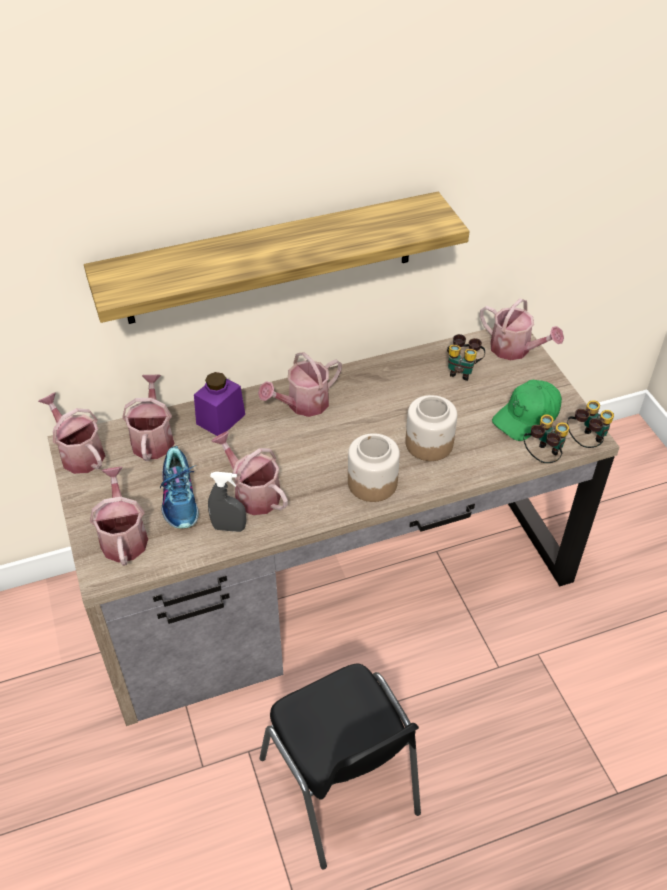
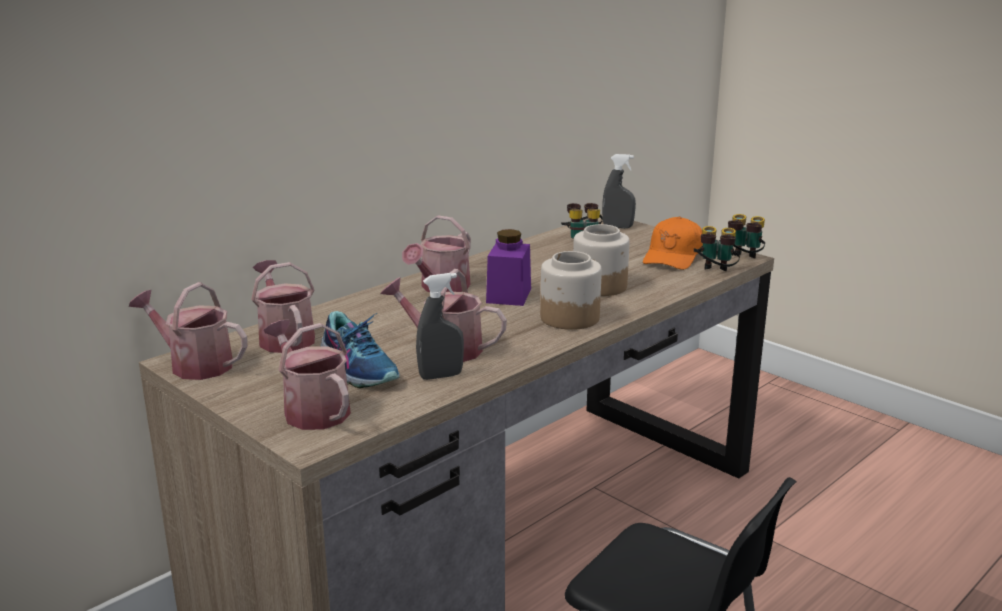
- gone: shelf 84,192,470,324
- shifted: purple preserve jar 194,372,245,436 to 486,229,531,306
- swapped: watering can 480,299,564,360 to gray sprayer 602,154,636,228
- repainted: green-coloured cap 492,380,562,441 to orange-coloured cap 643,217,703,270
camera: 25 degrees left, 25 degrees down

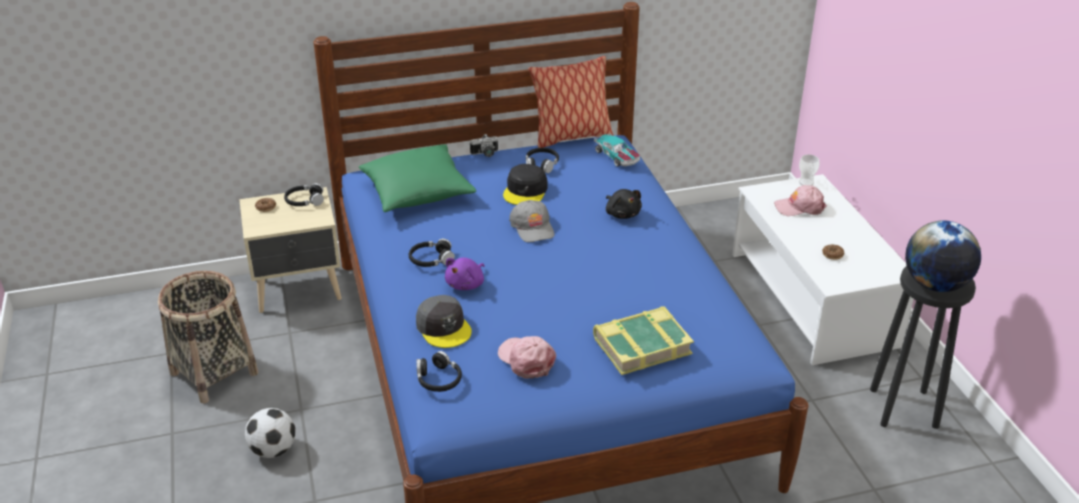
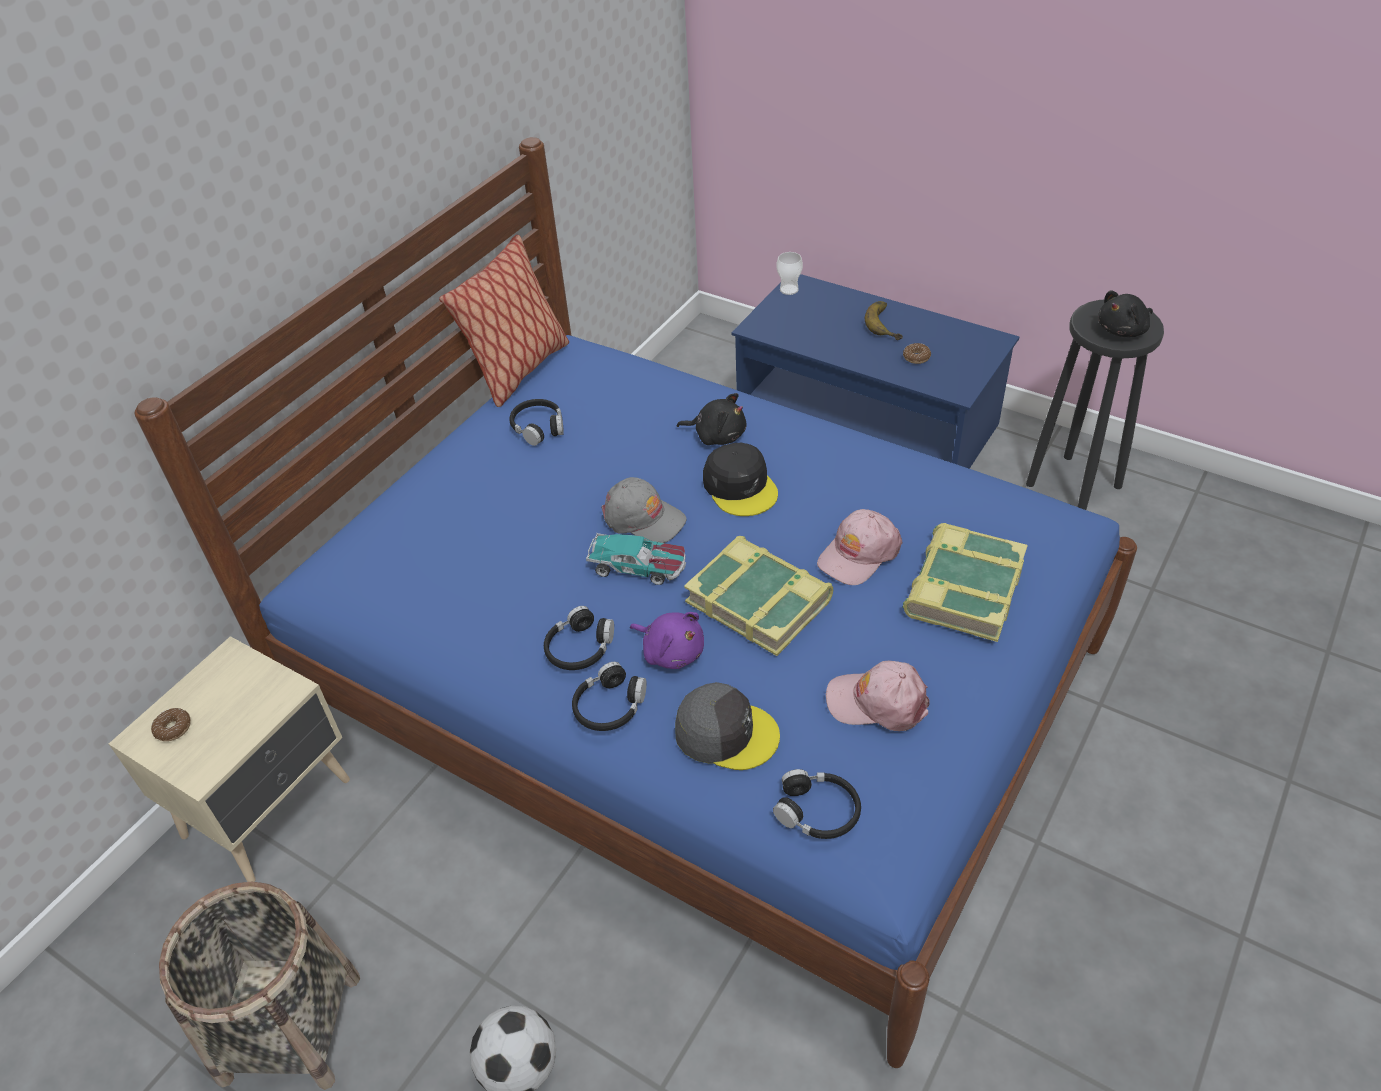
- shifted: blackish headphones 284,183,324,206 to 572,662,647,731
- gone: green-coloured throw pillow 359,144,476,212
- rotated: purple soft toy 445,258,485,290 = 630,612,704,669 45 degrees counterclockwise
- gone: still camera 470,134,498,157
- shifted: blackish cap 503,164,548,205 to 703,443,778,516
- shifted: miniature car 594,133,640,167 to 586,533,686,585
- repainted: whitish coffee table 732,174,913,365 to blue coffee table 732,274,1019,469
- shifted: pink-coloured cap 774,185,827,216 to 817,509,903,585
- swapped: globe 905,220,981,292 to blackish soft toy 1098,290,1153,337
- new: book 684,536,833,656
- new: banana 865,301,903,340
camera: 40 degrees left, 10 degrees up

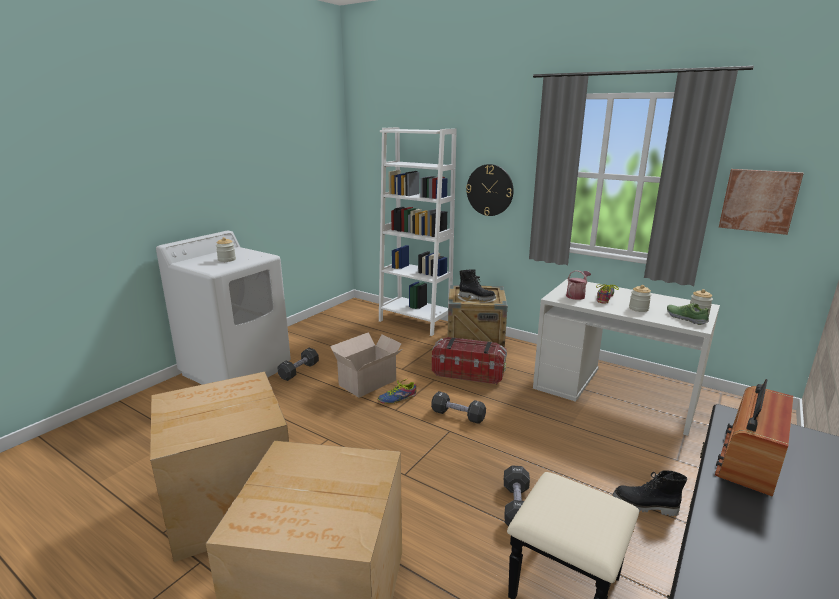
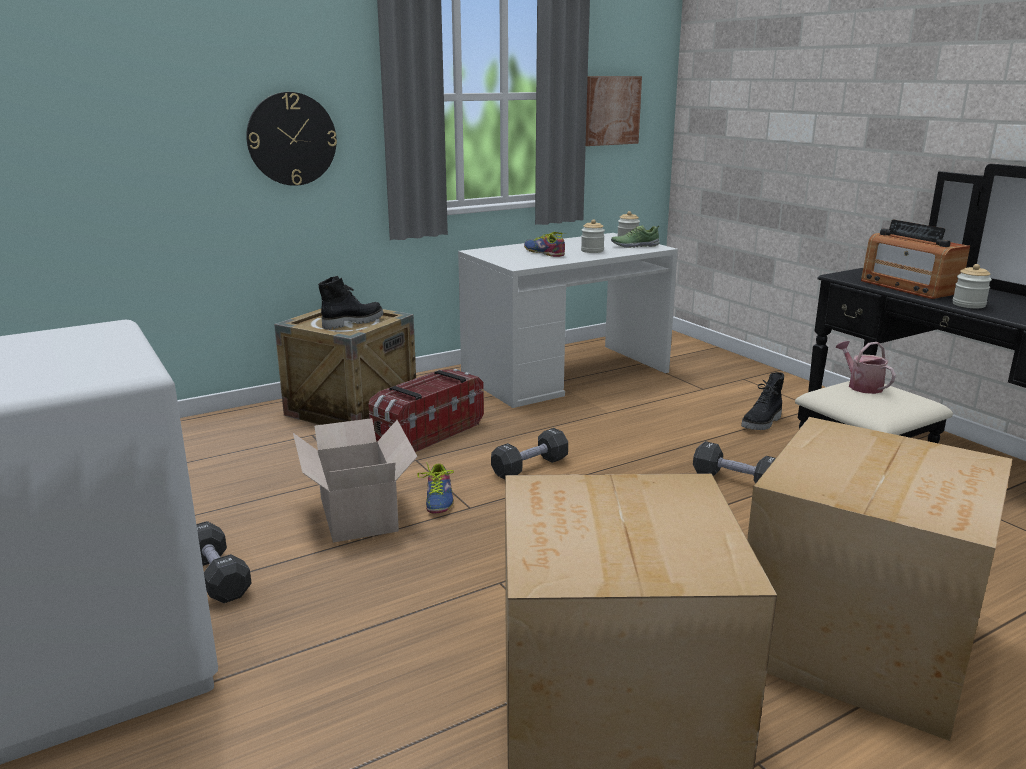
- shifted: preserve jar 216,237,236,262 to 953,264,992,308
- gone: whitish bookshelf 379,127,457,336
- shifted: watering can 566,270,591,300 to 835,341,896,394
camera: 65 degrees left, 0 degrees up

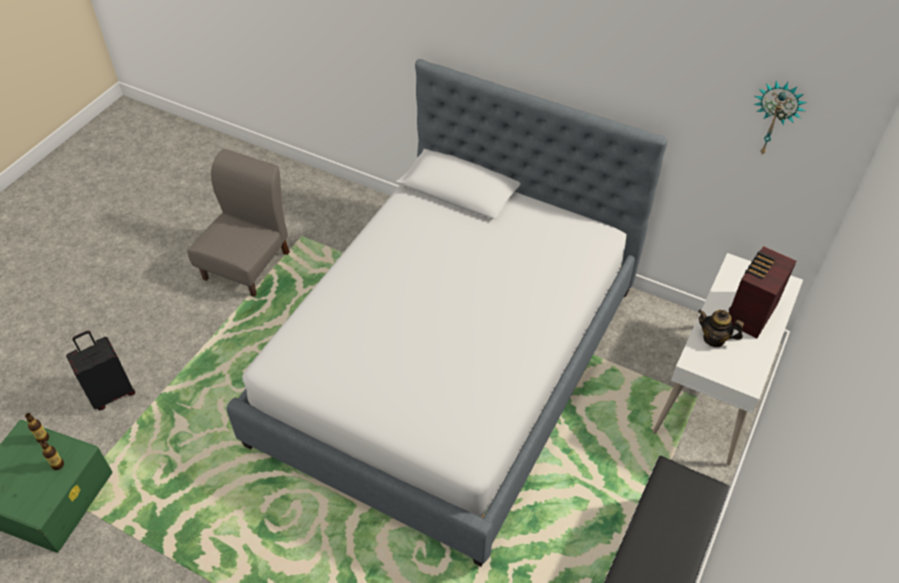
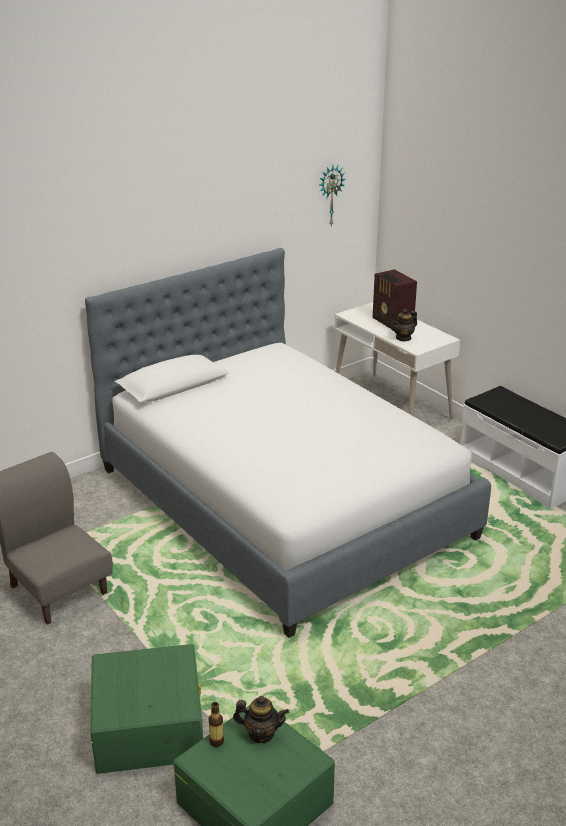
- swapped: beverage bottle 40,440,64,470 to tea pot 233,696,289,743
- swapped: blackish piece of luggage 66,331,135,410 to green-coloured storage container 90,644,203,774
camera: 65 degrees left, 20 degrees down

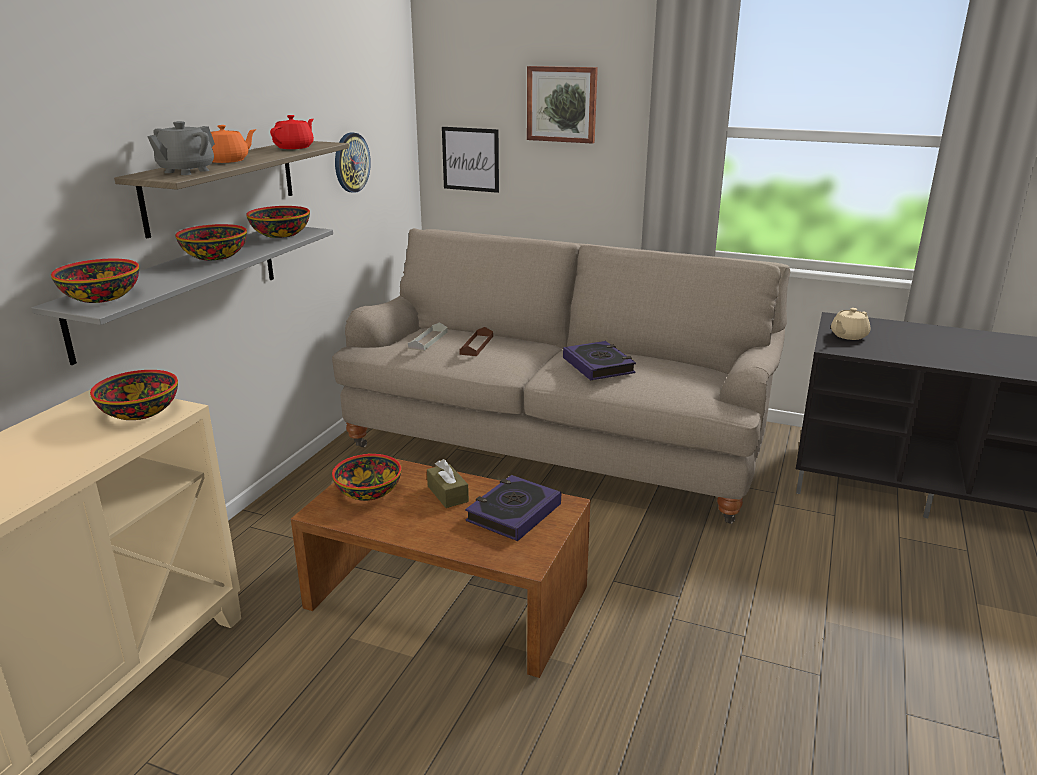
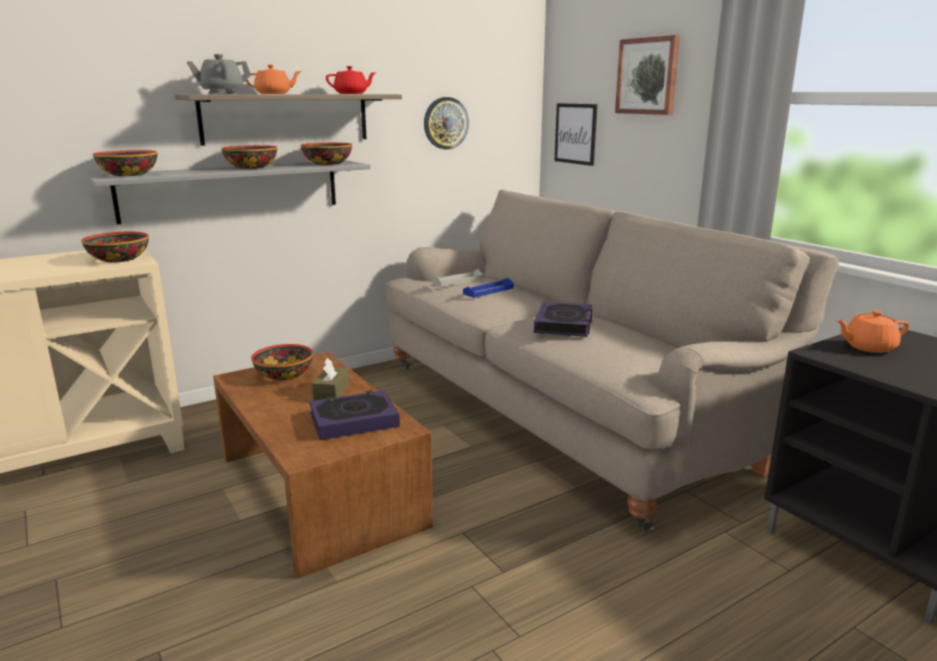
- repainted: brown-coloured tray 459,327,493,356 to blue tray 463,278,514,298
- repainted: beige-coloured tea pot 831,308,870,340 to orange-coloured tea pot 836,310,909,353
camera: 35 degrees right, 5 degrees down

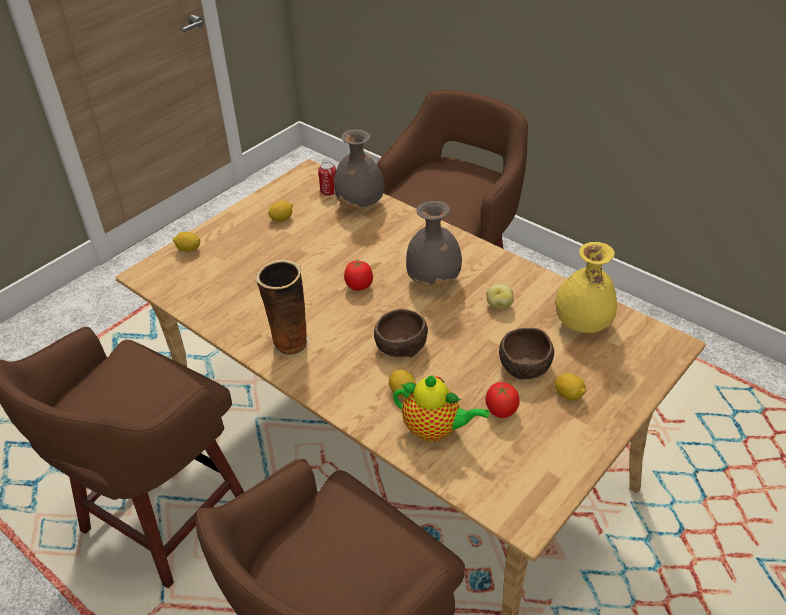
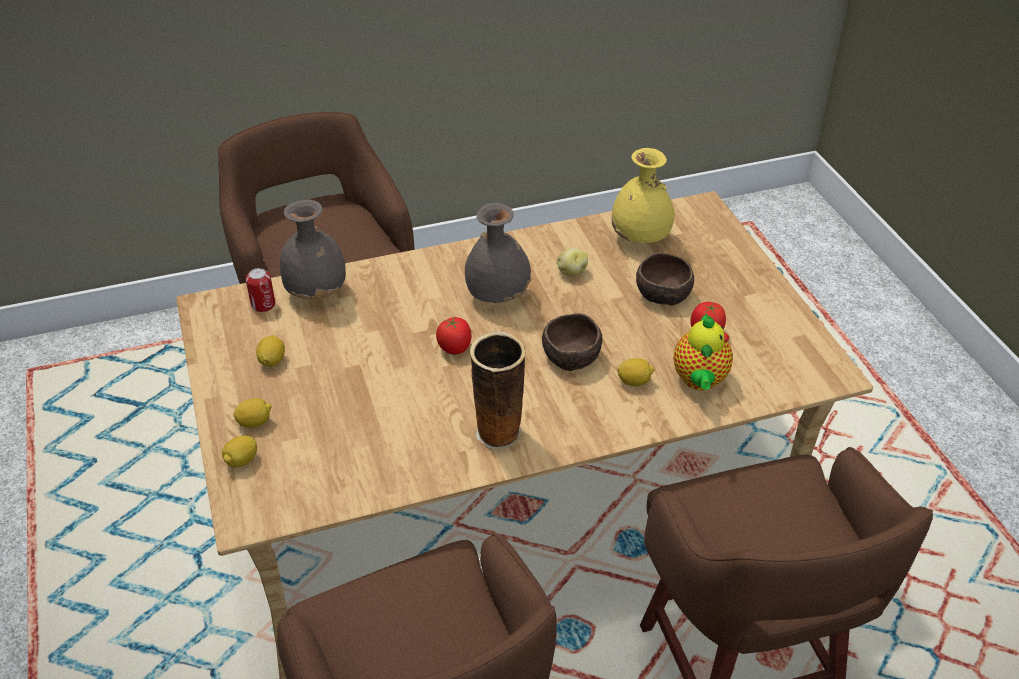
- rotated: tea pot 393,375,489,442 = 673,313,733,391 135 degrees clockwise
- shifted: citrus fruit 555,373,586,400 to 233,398,272,428
camera: 60 degrees left, 0 degrees up

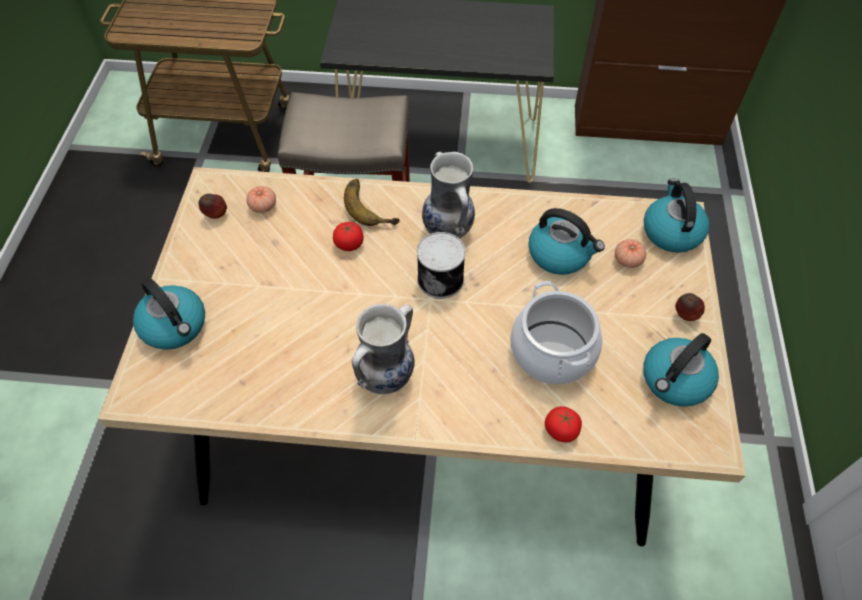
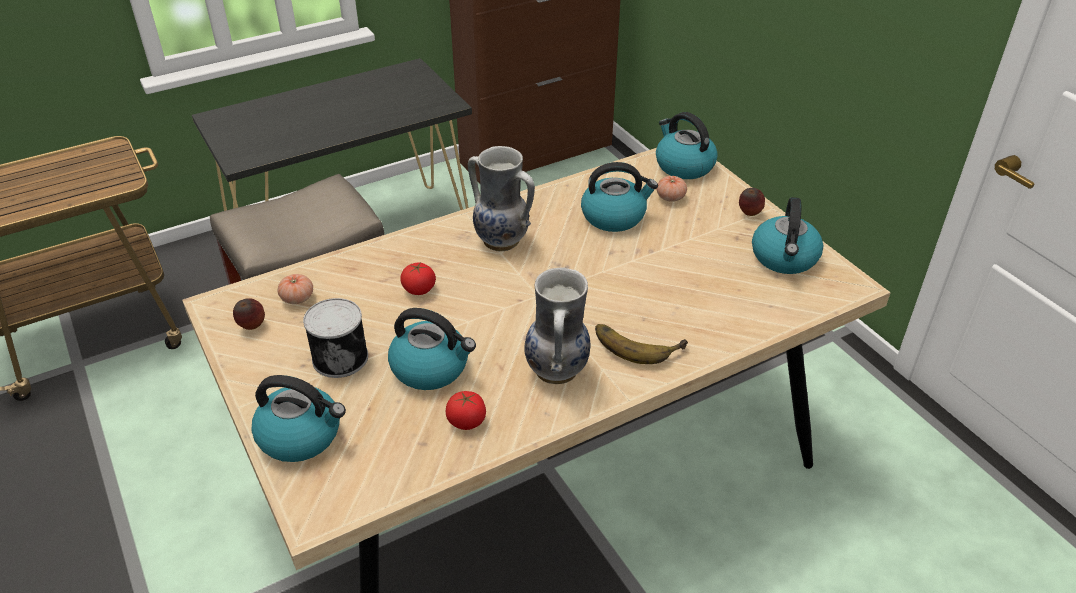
- shifted: banana 344,179,400,226 to 595,324,688,364
- shifted: metal can 417,232,466,299 to 303,298,368,378
- gone: cooking pot 510,281,602,385
- shifted: whole tomato 545,406,582,442 to 446,391,486,430
- new: water kettle 388,308,476,390
camera: 35 degrees left, 15 degrees down

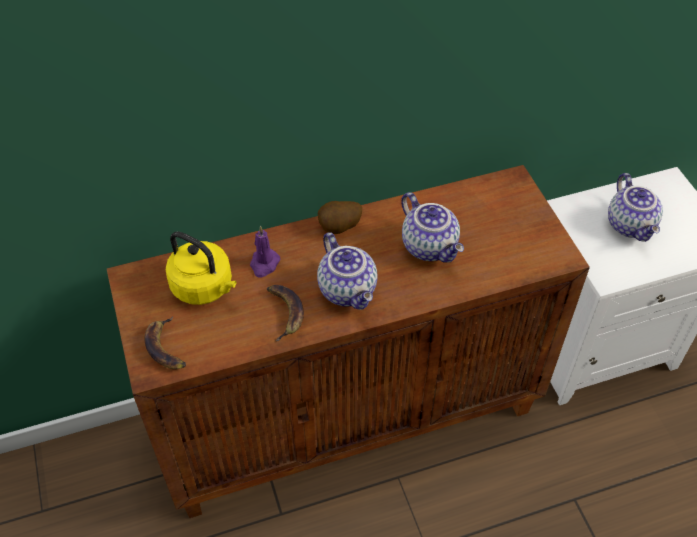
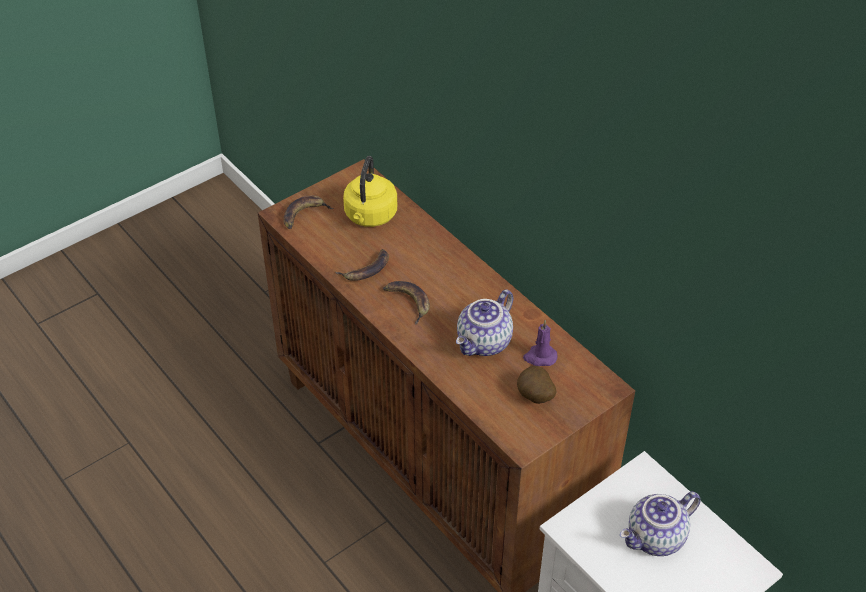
- shifted: purple wax candle 250,226,281,277 to 523,320,557,366
- swapped: tea pot 317,232,378,310 to banana 383,281,430,325
- shifted: potato 318,201,362,234 to 517,366,556,404
camera: 70 degrees right, 5 degrees down

